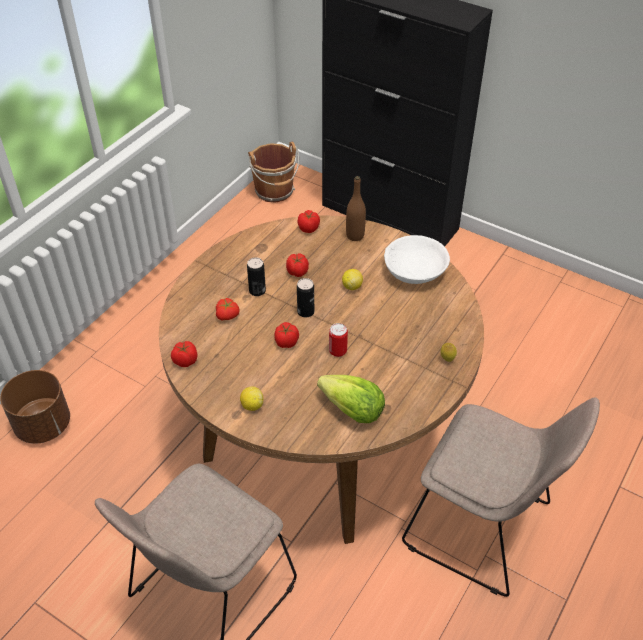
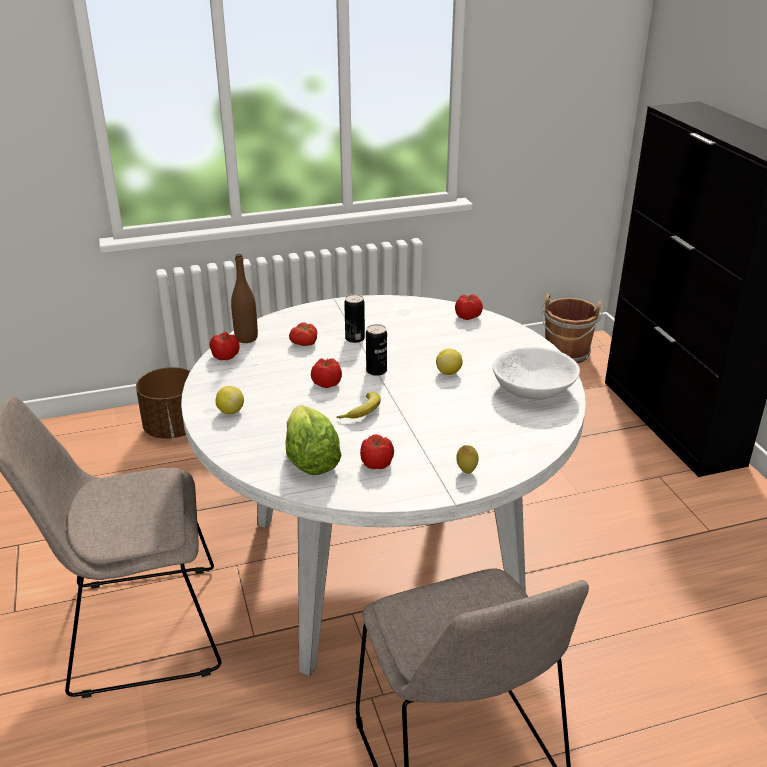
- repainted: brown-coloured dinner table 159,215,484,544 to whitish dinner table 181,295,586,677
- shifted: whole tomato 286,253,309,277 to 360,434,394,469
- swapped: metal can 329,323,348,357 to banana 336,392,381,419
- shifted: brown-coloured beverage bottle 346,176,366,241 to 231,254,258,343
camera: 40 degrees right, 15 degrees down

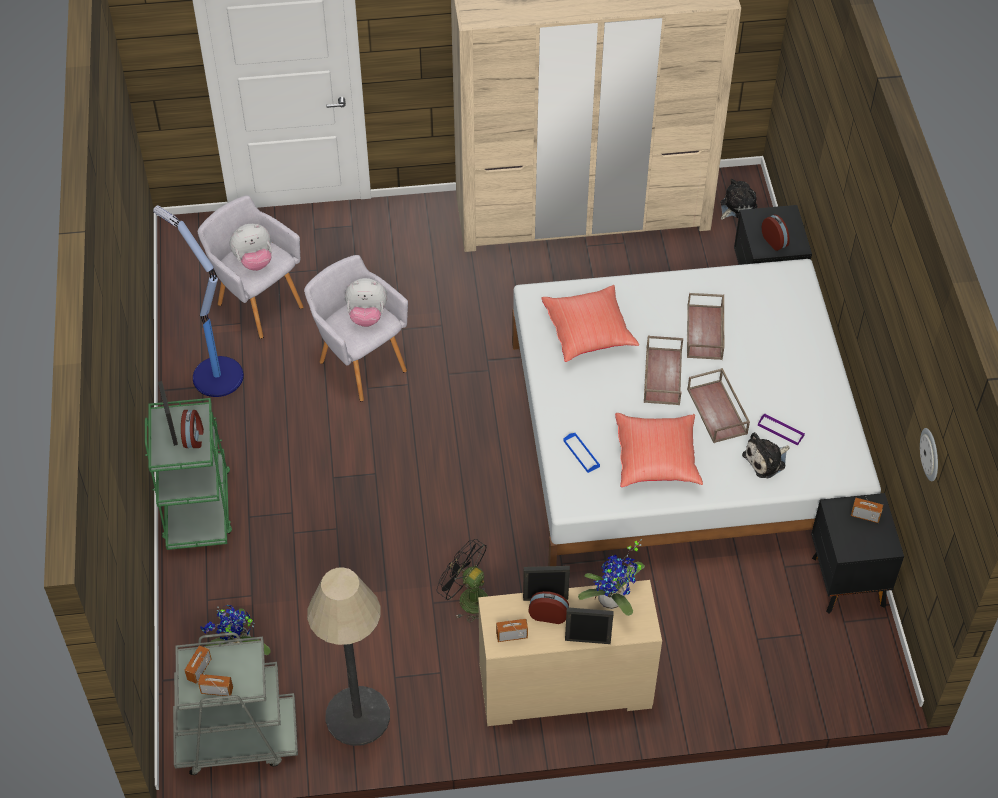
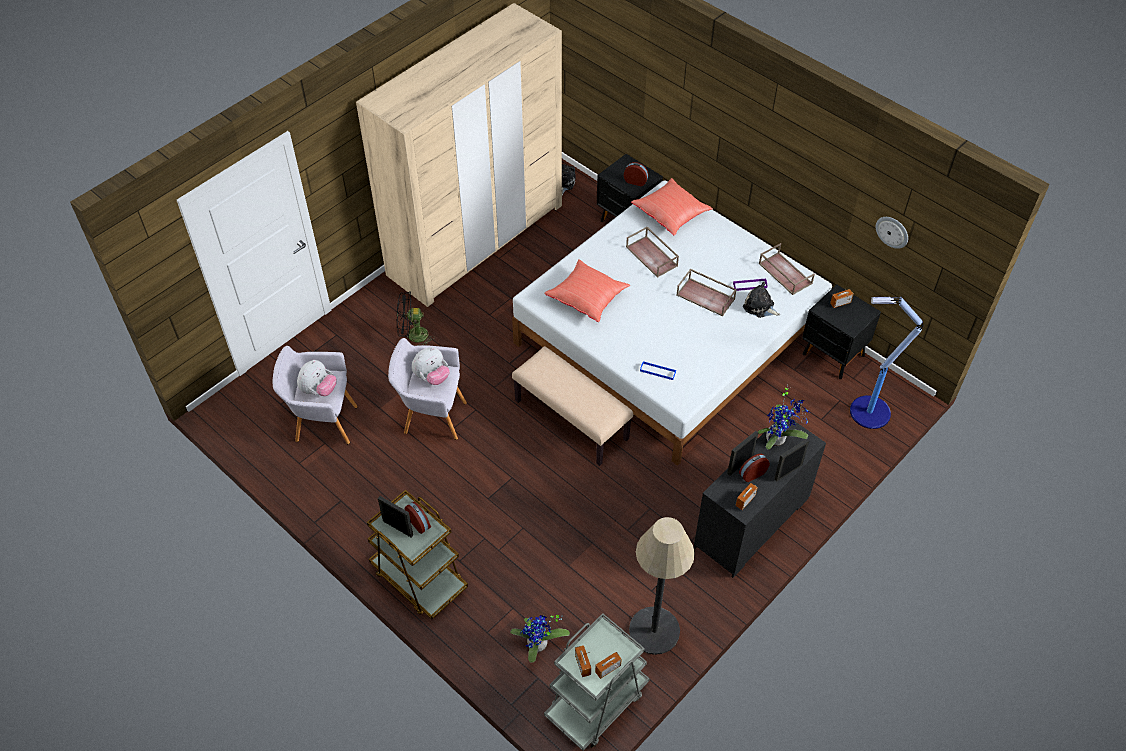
- repainted: green-coloured wheeled cart 145,398,232,550 to brown-coloured wheeled cart 367,490,468,619
- shifted: floor lamp 153,205,244,397 to 850,297,923,429
- shifted: blackish cooling fan 437,539,488,623 to 397,291,435,346
- repainted: beige-coloured dresser 478,580,662,726 to blackish dresser 694,416,826,578
- shifted: reddish throw pillow 615,413,703,487 to 631,178,713,235
- shifted: brown-coloured tray 644,335,683,405 to 759,243,815,295
- rotated: soft toy 742,432,790,478 = 743,282,780,318 105 degrees clockwise
- new: beige-coloured bench 512,346,633,466
camera: 40 degrees left, 0 degrees up

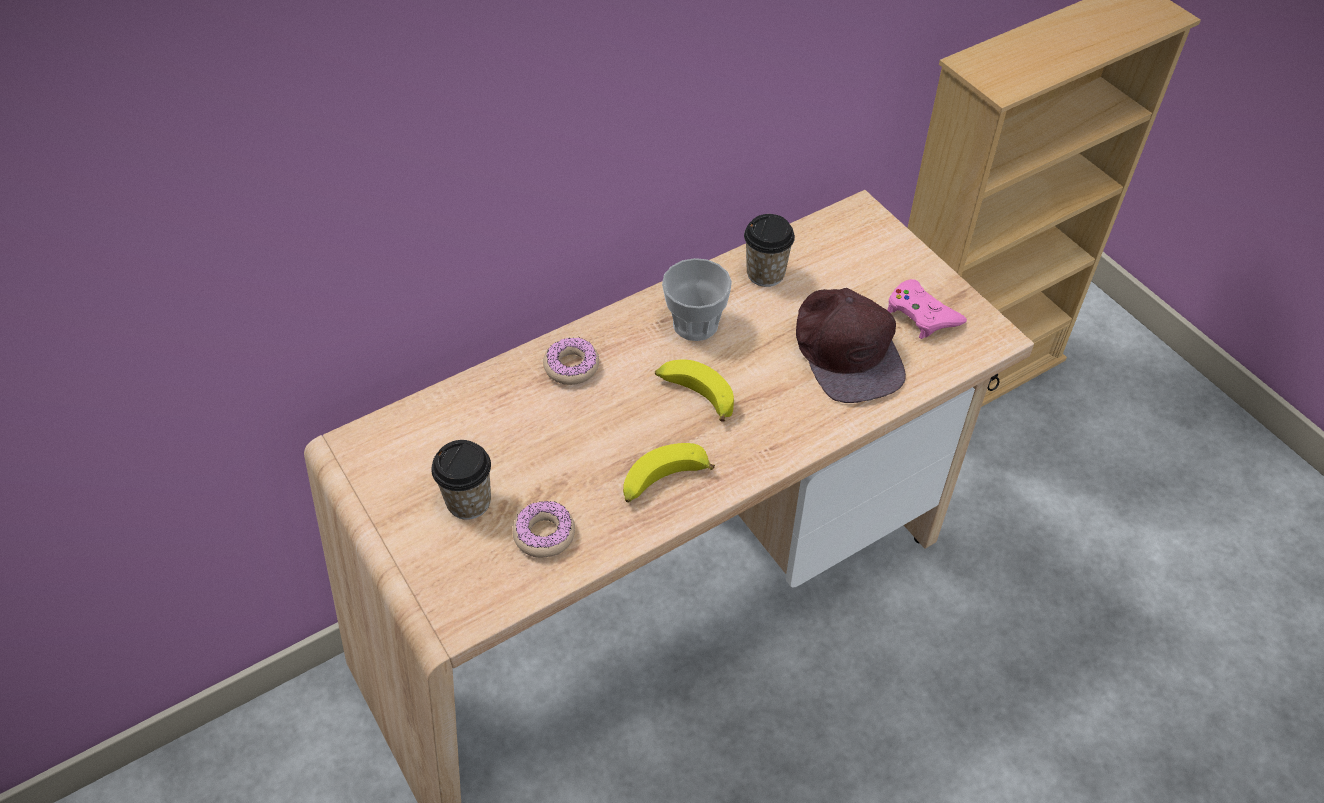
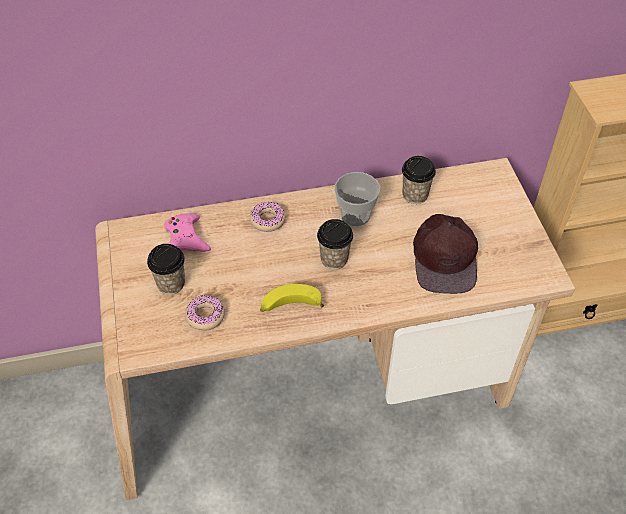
- swapped: banana 655,360,734,422 to cup 317,219,353,269
- shifted: pink-coloured gamepad 887,279,967,339 to 164,213,211,252
camera: 20 degrees right, 0 degrees up

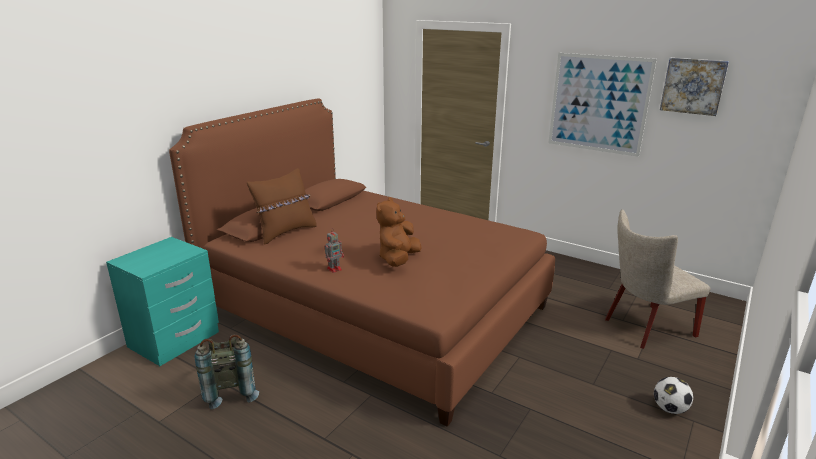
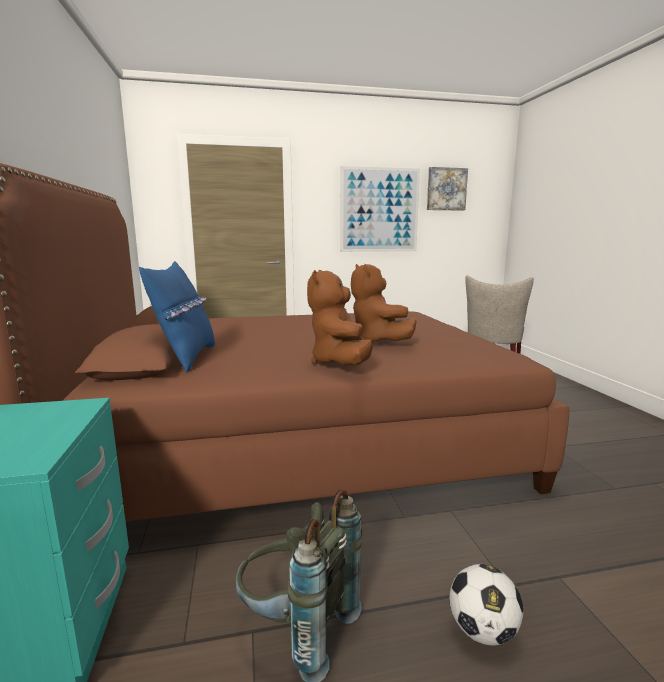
- repainted: brown-coloured throw pillow 247,168,317,245 to blue throw pillow 139,261,215,372
- swapped: toy robot 325,229,344,273 to brown-coloured soft toy 307,270,373,365
- shifted: football 654,377,693,414 to 449,564,523,646
camera: 45 degrees left, 10 degrees down

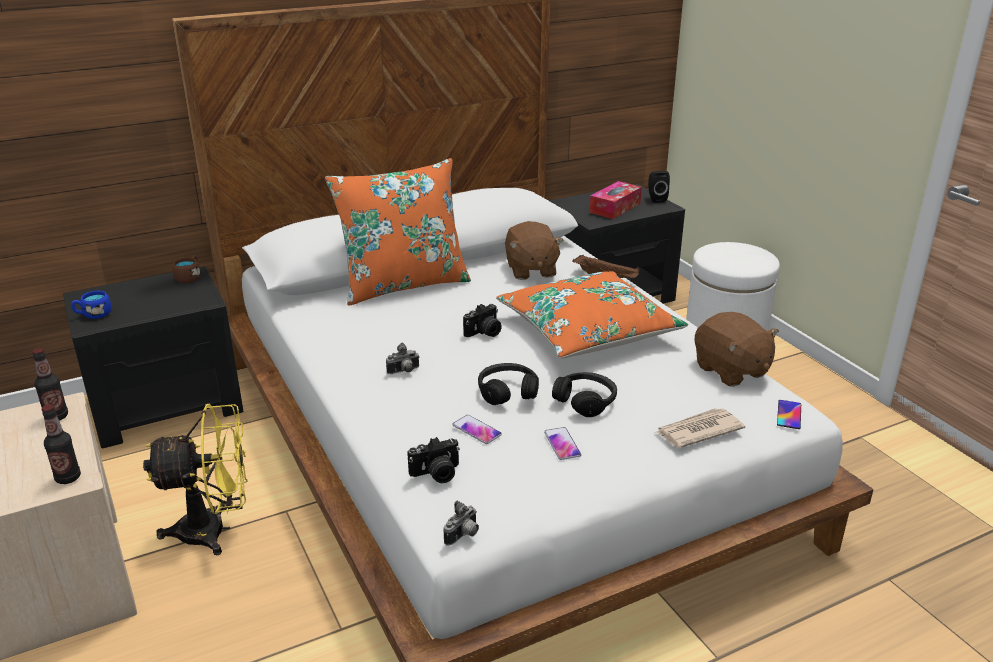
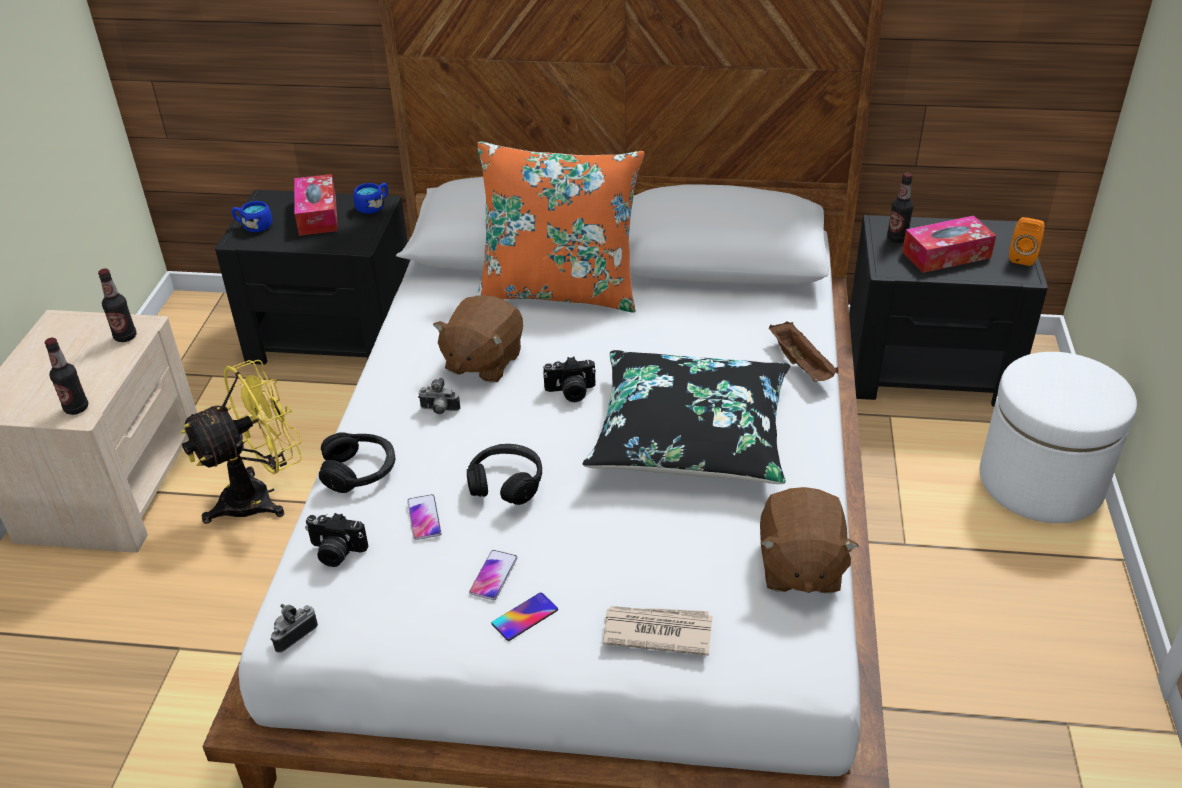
- rotated: yellowish cooling fan 143,403,247,556 = 180,360,302,524 60 degrees counterclockwise
- repainted: brown-coloured mug 172,255,200,283 to blue mug 354,183,388,214
- rotated: still camera 443,501,479,545 = 270,604,318,653 150 degrees clockwise
- repainted: orange-coloured throw pillow 496,271,688,359 to blackish throw pillow 583,350,791,484
- shifted: brown-coloured soft toy 505,221,564,280 to 433,295,523,383
- shifted: blackish headphones 552,372,617,417 to 319,432,395,493
- repainted: blackish audio speaker 648,171,670,203 to orange-coloured audio speaker 1009,217,1044,266
- shifted: phone 777,400,801,429 to 492,592,558,641
- new: box of tissues 294,174,338,236
- new: beverage bottle 887,172,914,243
camera: 35 degrees right, 10 degrees up

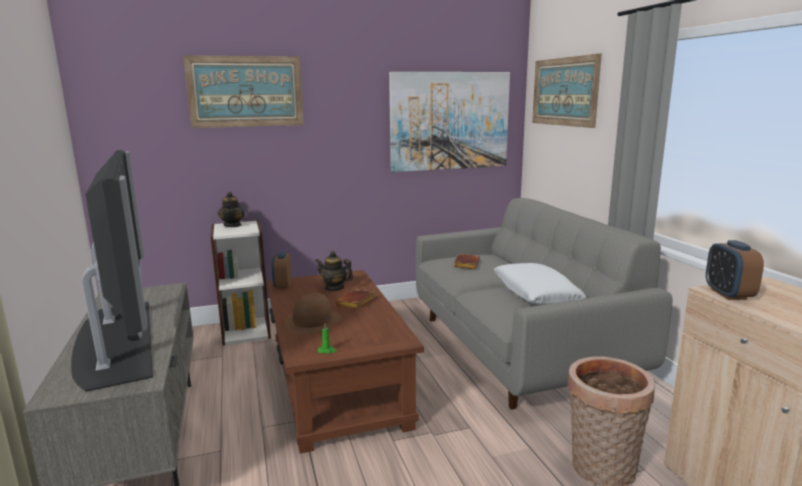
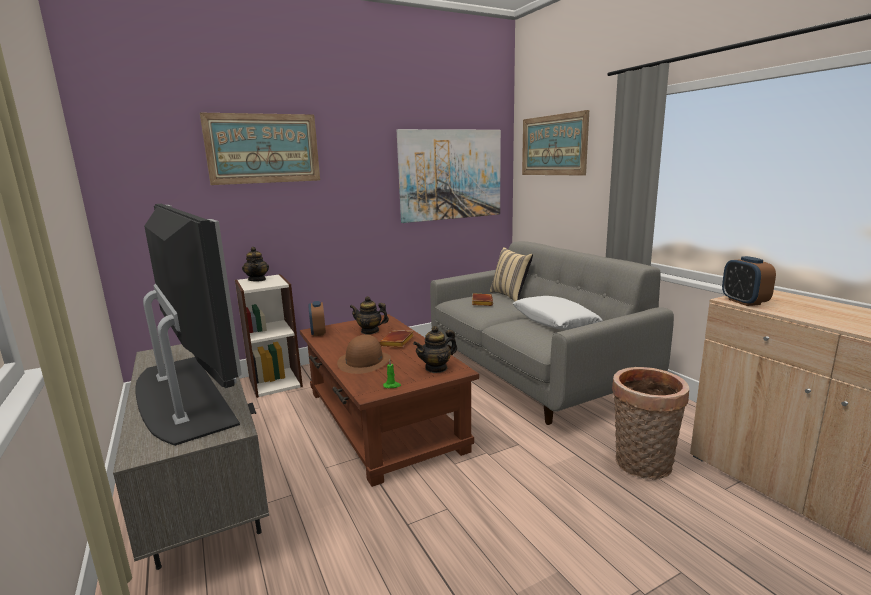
- new: tea pot 413,326,457,373
- new: beige-coloured throw pillow 490,247,533,302
camera: 10 degrees left, 0 degrees up

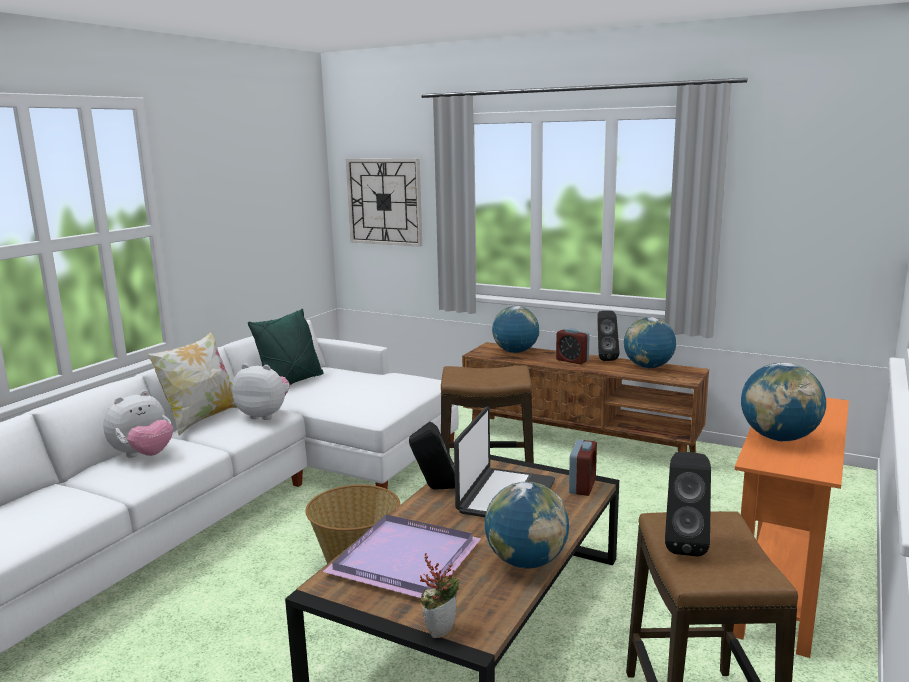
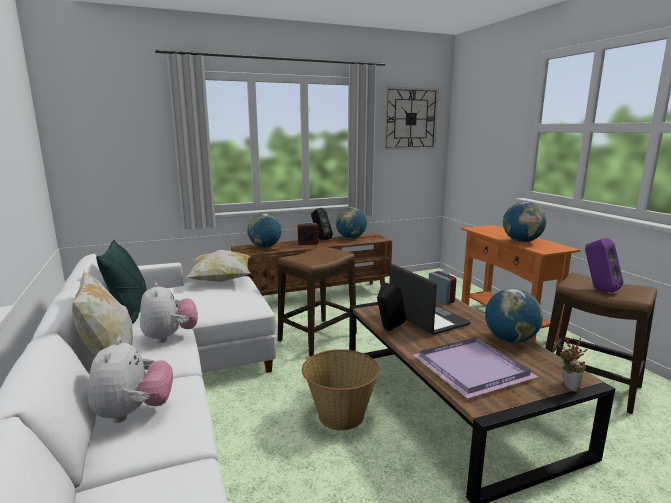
- rotated: soft toy 232,364,290,420 = 140,282,198,343 105 degrees clockwise
- shifted: hanging clock 346,159,422,247 to 383,86,439,150
- repainted: blackish audio speaker 665,452,711,557 to purple audio speaker 585,238,623,293
- new: throw pillow 187,250,251,282
camera: 50 degrees left, 0 degrees up

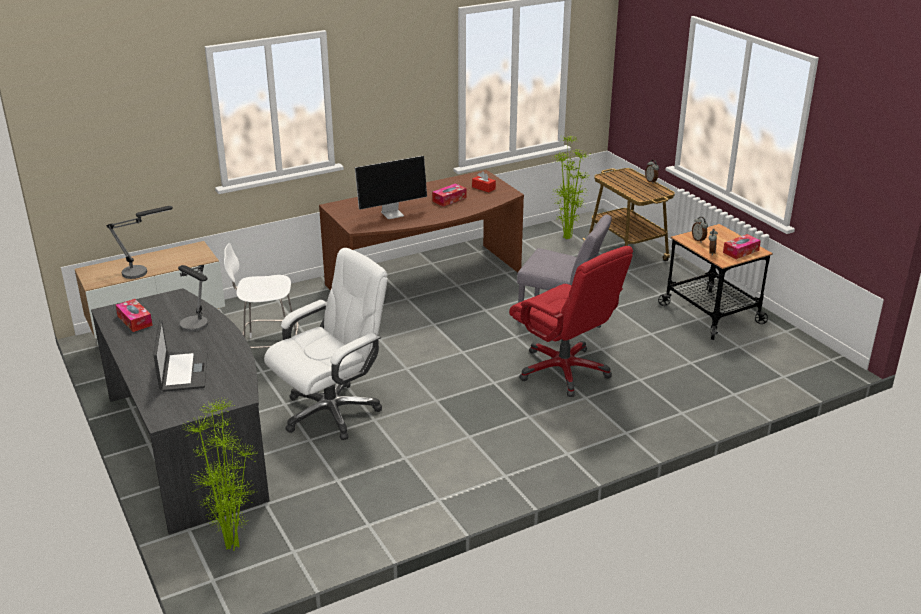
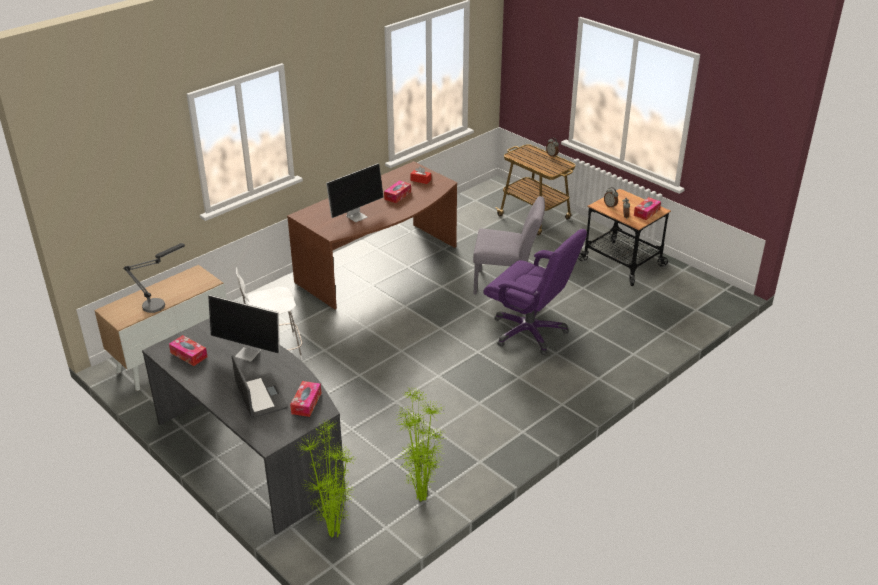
- swapped: table lamp 178,265,208,332 to computer display 208,295,280,362
- gone: whitish computer chair 264,248,388,440
- repainted: reddish computer chair 509,246,633,397 to purple computer chair 483,229,587,355
- shifted: houseplant 553,136,591,239 to 394,389,445,502
- new: box of tissues 290,381,321,417
camera: 15 degrees left, 5 degrees up

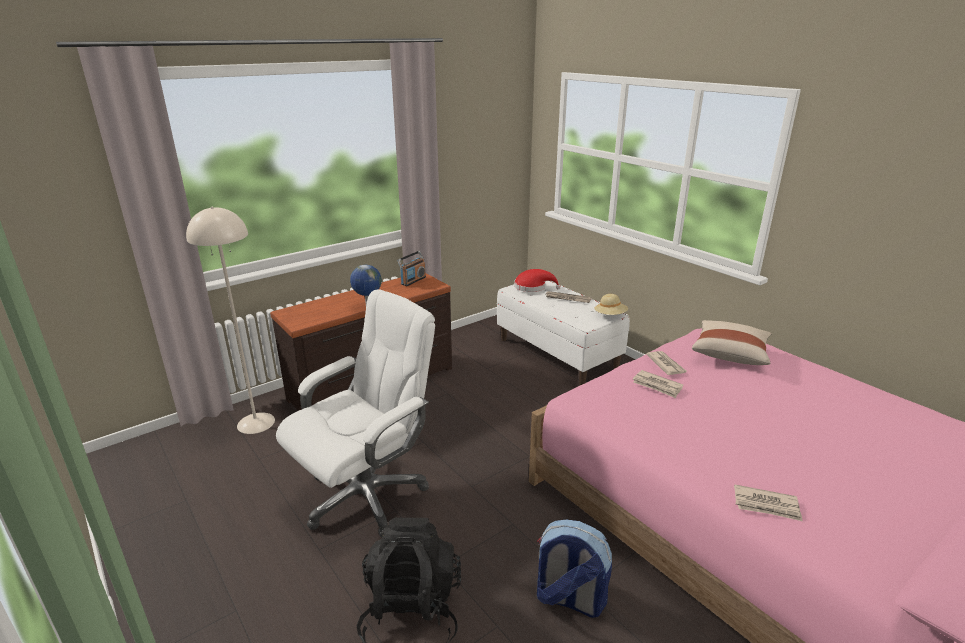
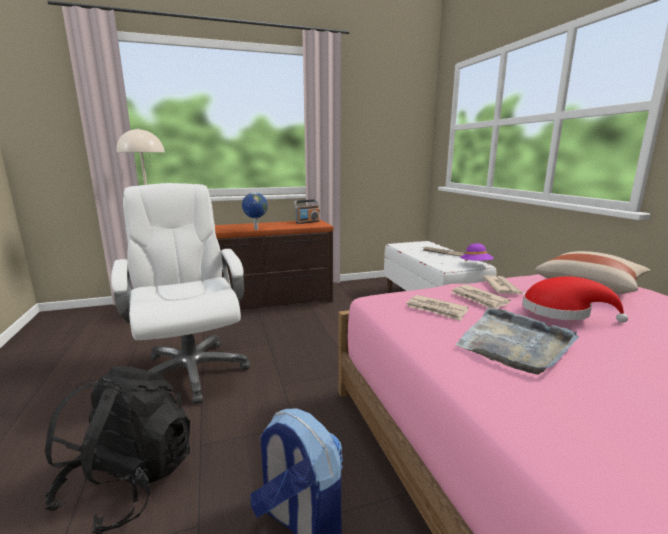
- rotated: whitish computer chair 276,289,435,537 = 111,183,250,404 90 degrees counterclockwise
- shifted: reddish clothing hat 514,269,561,292 to 522,276,628,323
- repainted: beige-coloured clothing hat 594,294,628,315 to purple clothing hat 460,243,494,261
- shifted: daily paper 734,484,802,521 to 406,295,469,321
- new: gray tray 455,308,579,375
camera: 20 degrees right, 10 degrees down

